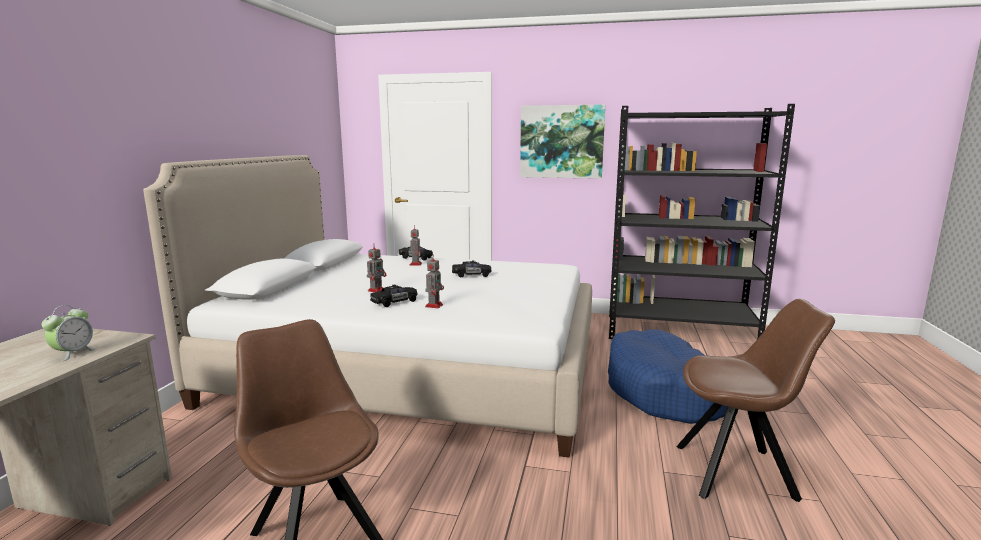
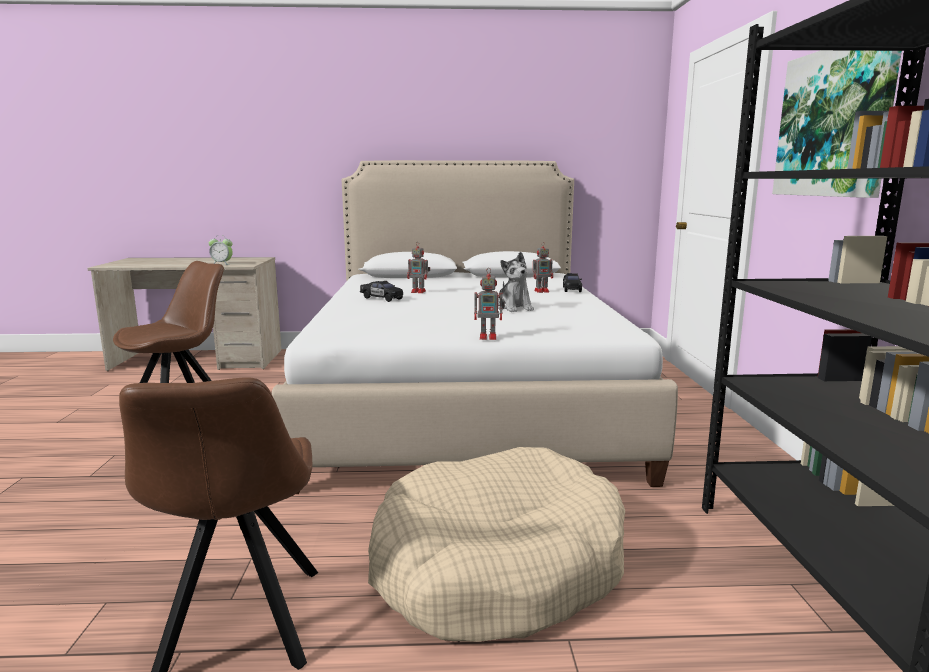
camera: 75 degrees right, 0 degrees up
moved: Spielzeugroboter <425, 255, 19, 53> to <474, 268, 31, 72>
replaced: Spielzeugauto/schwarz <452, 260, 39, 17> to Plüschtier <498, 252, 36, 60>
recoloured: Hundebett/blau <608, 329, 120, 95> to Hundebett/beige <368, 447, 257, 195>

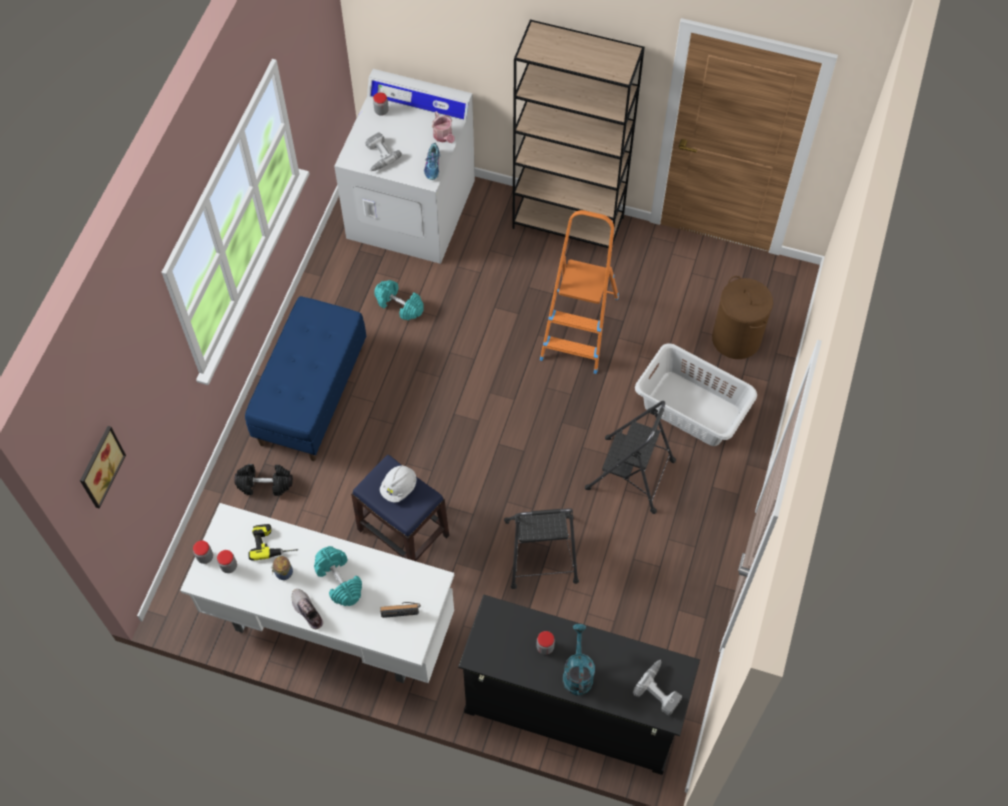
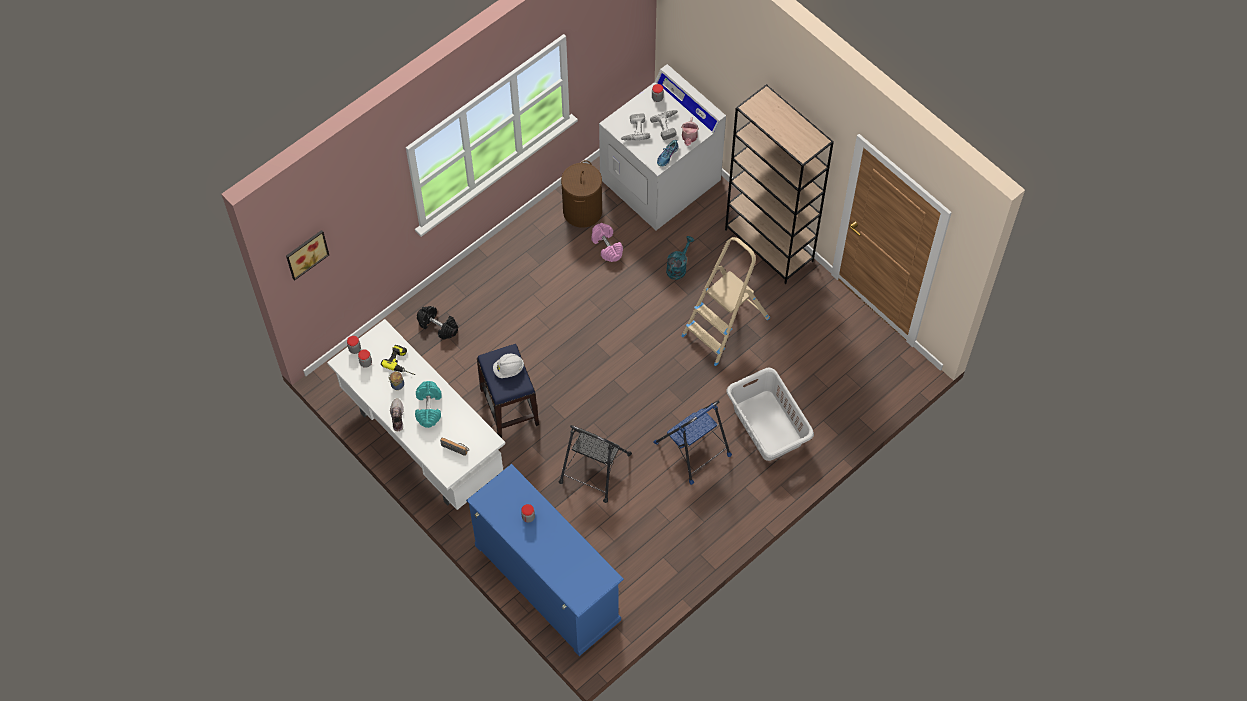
camera: 30 degrees right, 0 degrees up
removed: Bank/blau <245, 296, 121, 165>
moved: Gießkanne/türkis <563, 624, 32, 71> to <666, 236, 28, 44>; Bohrmaschine <633, 660, 49, 55> to <650, 110, 28, 30>; Wäschekorb/braun <712, 276, 61, 83> to <561, 160, 41, 68>
recoloured: Hantel/türkis <374, 280, 50, 40> to Hantel/rosa <591, 223, 32, 39>; Schrank/schwarz <458, 594, 242, 181> to Schrank/blau <466, 464, 158, 192>; Trittleiter/orange <540, 210, 79, 164> to Trittleiter/beige <682, 237, 88, 129>; Trittleiter/schwarz <585, 401, 91, 113> to Trittleiter/blau <653, 400, 79, 85>

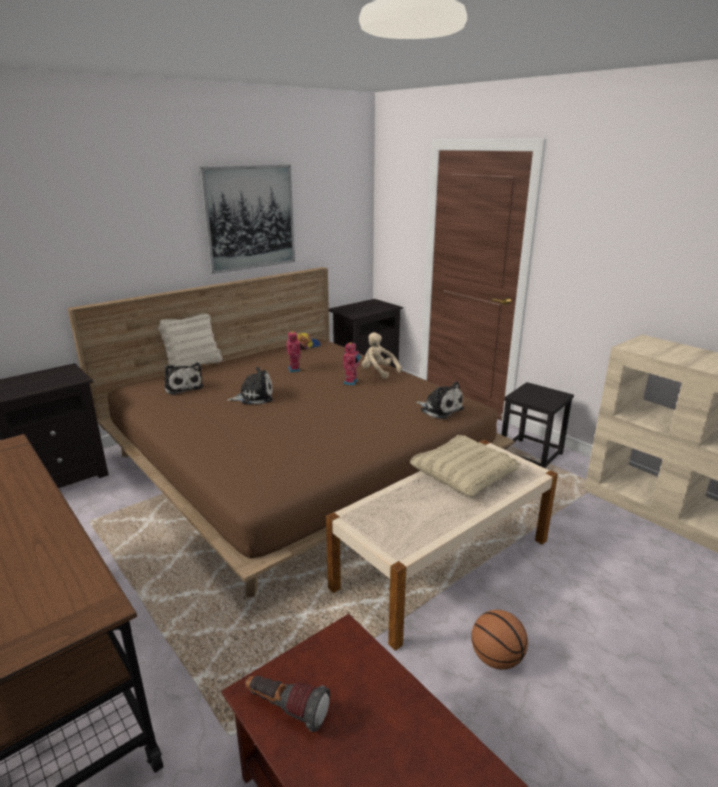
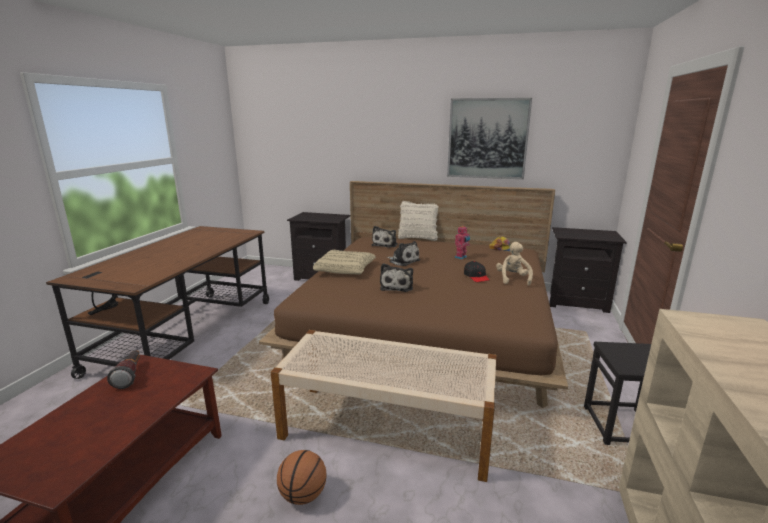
camera: 55 degrees right, 5 degrees down
moved: Kissen/beige <410, 435, 109, 62> to <313, 250, 63, 25>; Plüschtier <416, 381, 48, 38> to <380, 263, 33, 29>
replaced: Spielzeugroboter <343, 342, 18, 43> to Kappe/schwarz <464, 261, 26, 21>

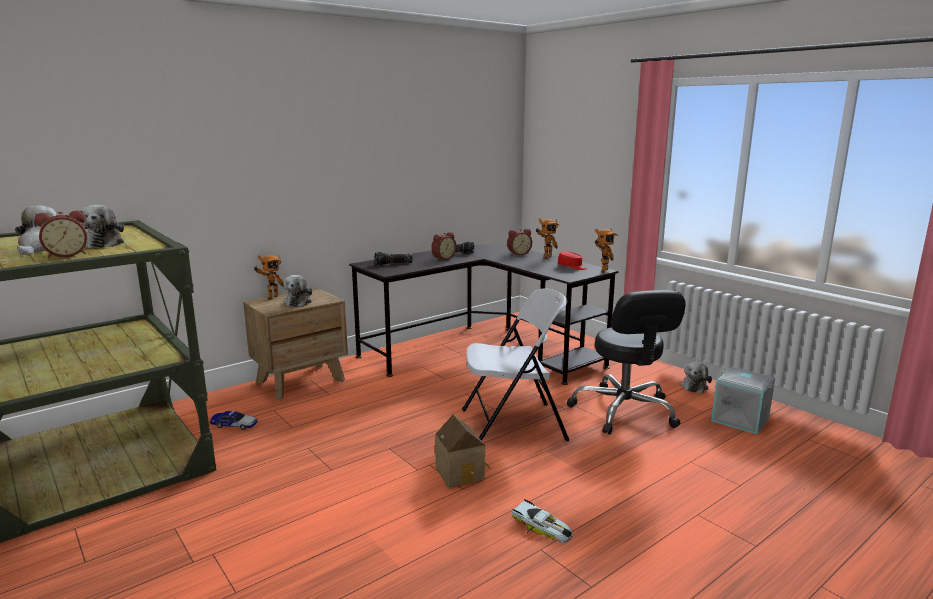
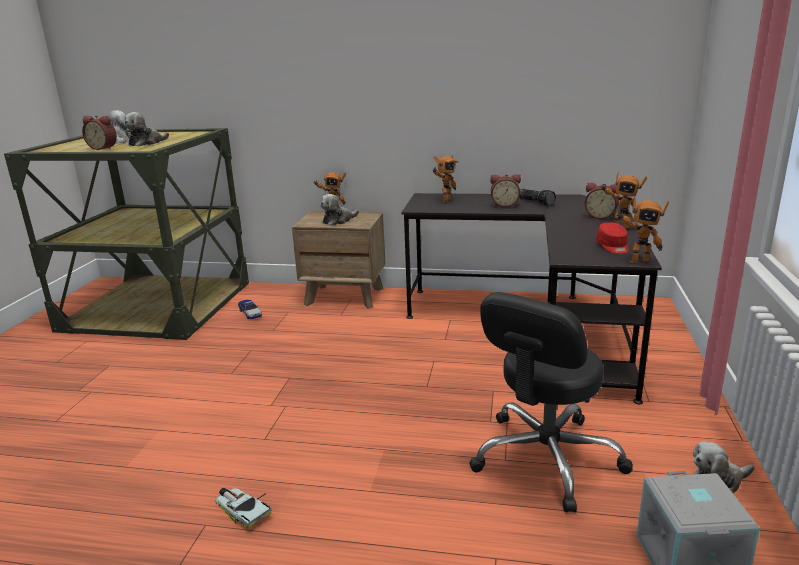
camera: 50 degrees right, 5 degrees up
removed: Spielzeughaus <435, 414, 56, 74>; Stuhl/weiß <462, 289, 107, 153>
replaced: Taschenlampe <374, 252, 39, 13> to Spielzeugroboter <433, 155, 25, 48>
turned: Spielzeugauto <512, 499, 61, 44> = <215, 488, 57, 41> 135 degrees clockwise

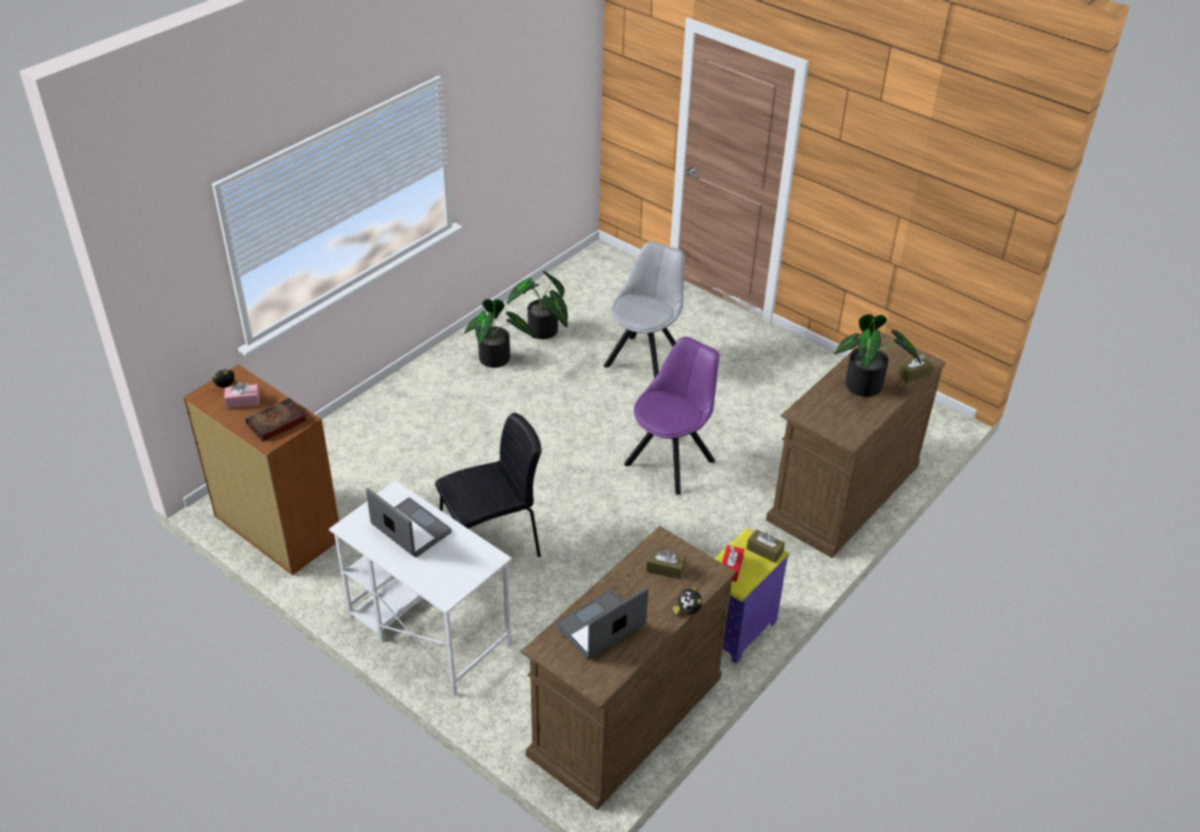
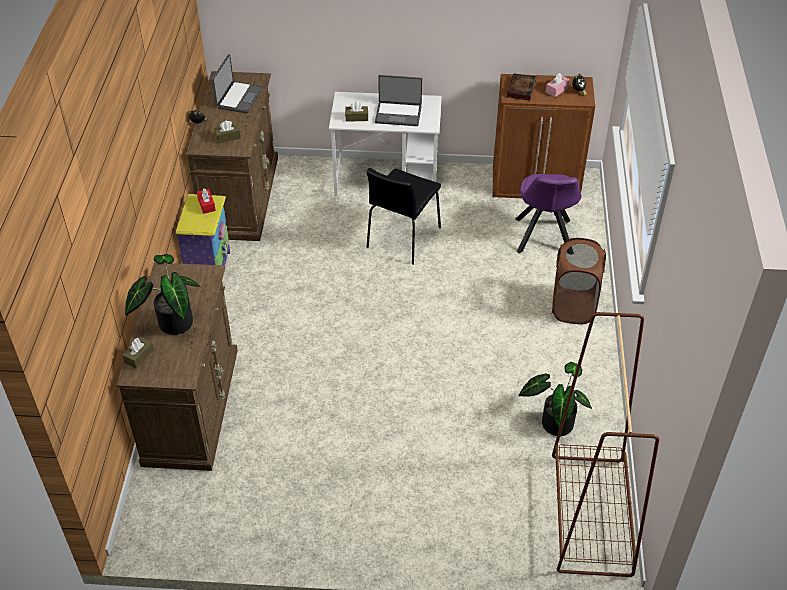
camera: 145 degrees right, 5 degrees up
removed: Topfpflanze <464, 299, 71, 69>; Stuhl/grau <604, 241, 80, 137>
added: Wäschekorb/braun <552, 238, 54, 86>; Kleiderständer/braun <552, 312, 107, 265>
moved: Stuhl/lila <624, 337, 96, 158> to <516, 174, 66, 80>; Taschentuchbox/braun <747, 529, 38, 34> to <345, 102, 23, 20>

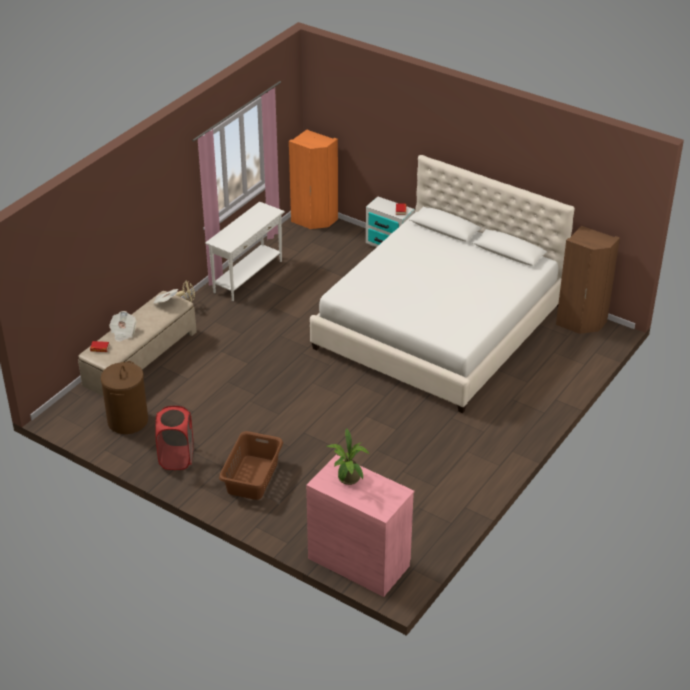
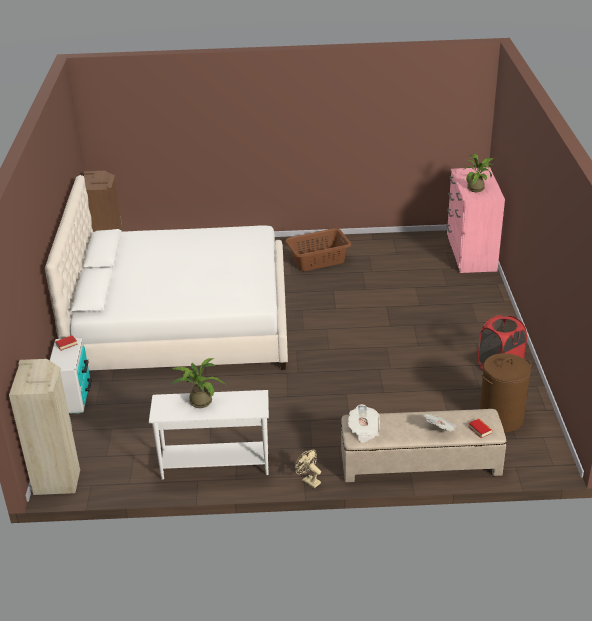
camera: 125 degrees left, 5 degrees down
added: Topfpflanze <170, 358, 56, 50>
moved: Wäschekorb/braun <219, 431, 64, 69> to <285, 228, 66, 43>
recoloured: Schrank/orange <289, 130, 49, 99> to Schrank/beige <9, 359, 71, 136>

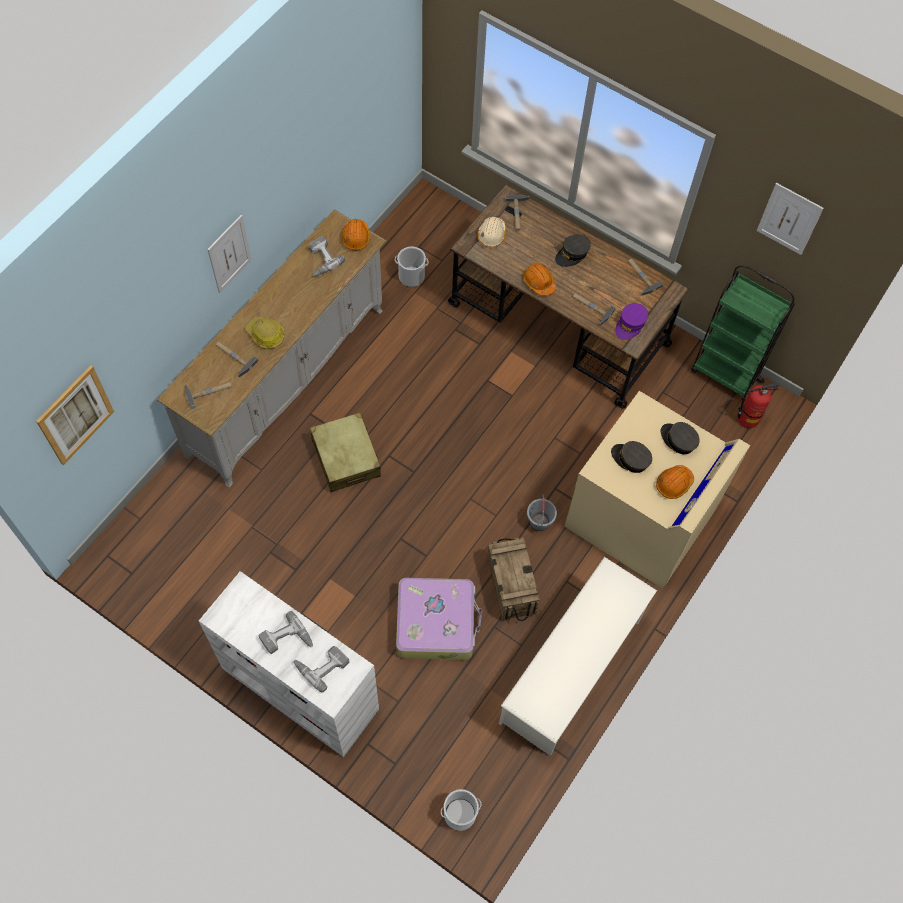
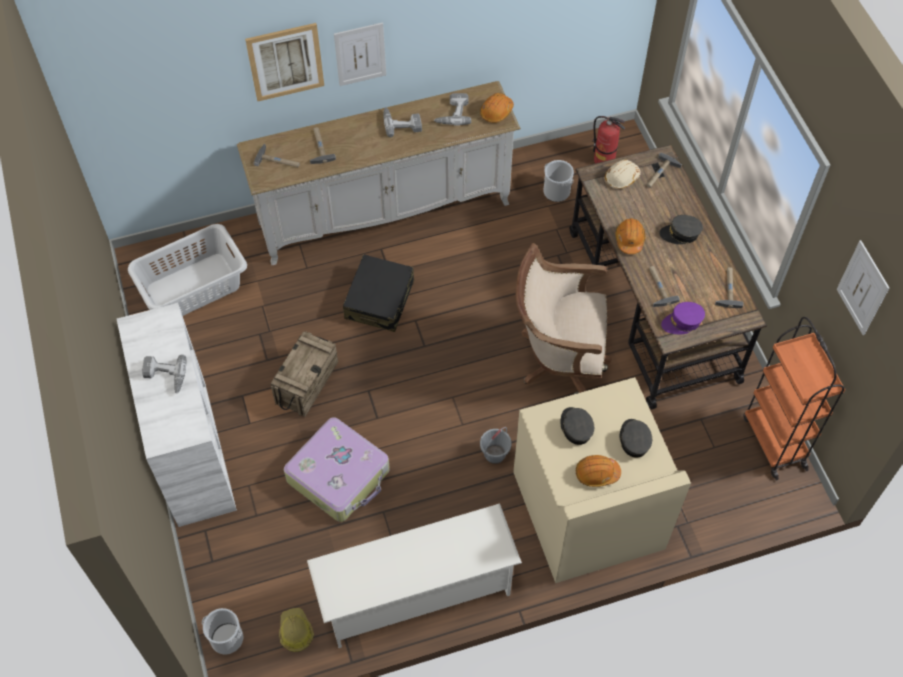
camera: 40 degrees right, 5 degrees down
added: Wäschekorb/grau <128, 224, 119, 92>; Bürostuhl <515, 243, 96, 151>
moved: Bild <36, 365, 78, 100> to <245, 23, 79, 78>; Schutzhelm <245, 317, 40, 32> to <279, 608, 35, 44>; Bohrmaschine <294, 646, 55, 47> to <384, 107, 38, 30>; Kiste <487, 537, 53, 84> to <271, 331, 67, 86>; Feuerlöscher <737, 383, 43, 45> to <593, 116, 32, 47>
recoloured: Koffer/beige <310, 412, 71, 80> to Koffer/schwarz <343, 254, 71, 78>; Rollwagen/grün <691, 265, 104, 136> to Rollwagen/orange <743, 317, 102, 163>

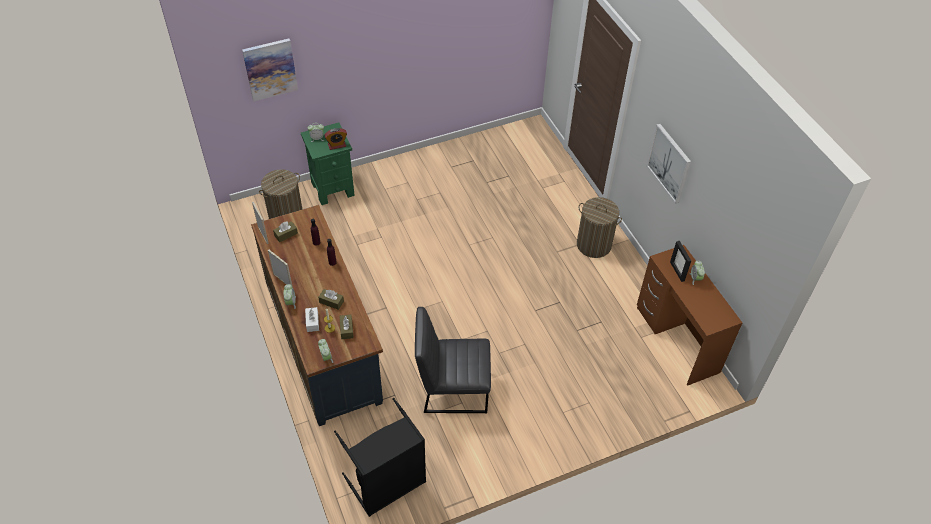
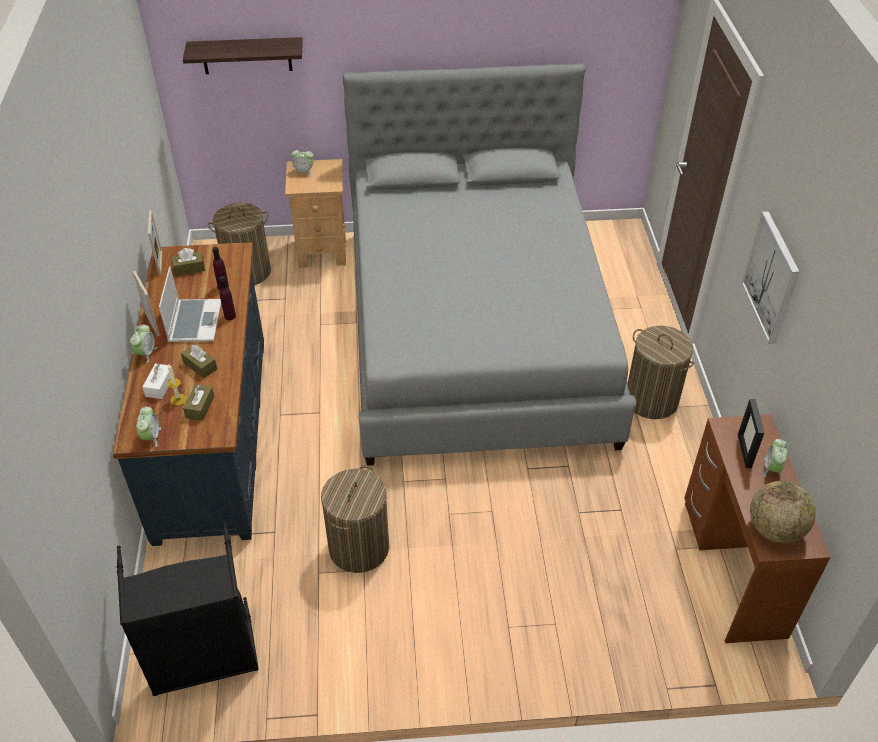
camera: 20 degrees right, 5 degrees down
removed: Wecker <324, 128, 23, 22>
added: Laptop <159, 266, 62, 76>; Bett/grau <343, 63, 293, 403>; Globus <750, 481, 66, 62>
replaced: Bild <242, 38, 56, 63> to Wandregal <183, 37, 120, 37>; Stuhl/grau <415, 307, 76, 106> to Wäschekorb <321, 466, 68, 107>
recoloured: Nachttisch/grün <301, 122, 54, 83> to Nachttisch/beige <285, 159, 61, 109>

